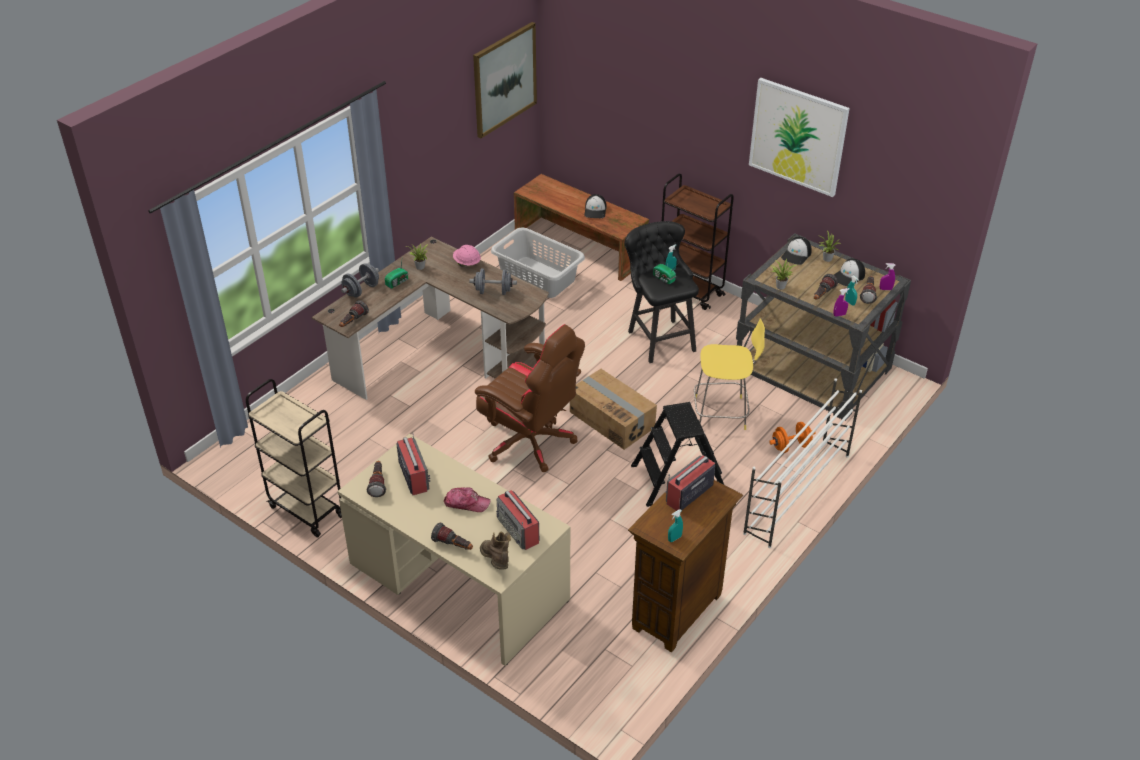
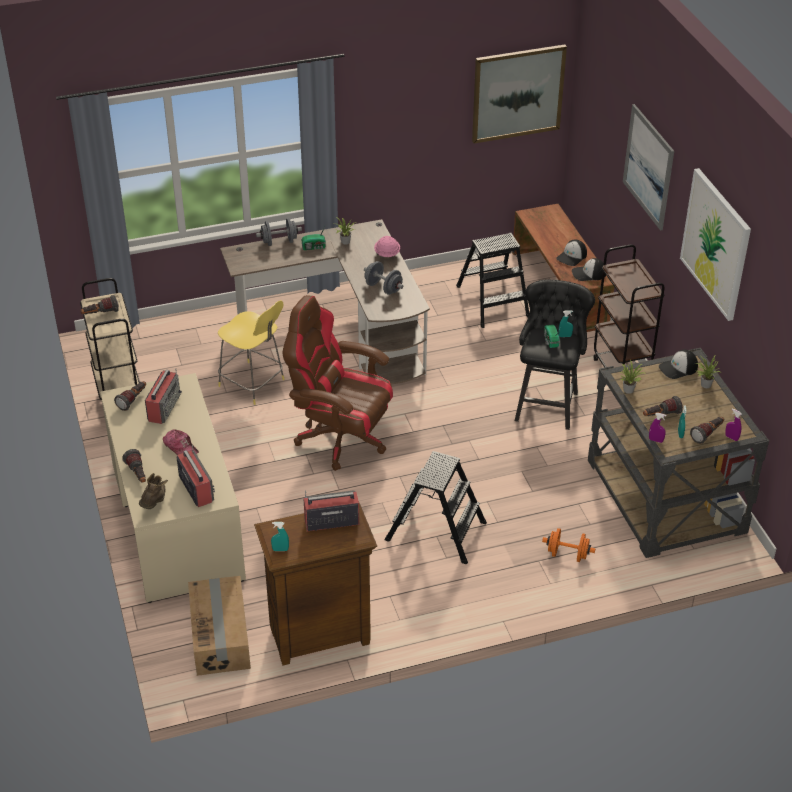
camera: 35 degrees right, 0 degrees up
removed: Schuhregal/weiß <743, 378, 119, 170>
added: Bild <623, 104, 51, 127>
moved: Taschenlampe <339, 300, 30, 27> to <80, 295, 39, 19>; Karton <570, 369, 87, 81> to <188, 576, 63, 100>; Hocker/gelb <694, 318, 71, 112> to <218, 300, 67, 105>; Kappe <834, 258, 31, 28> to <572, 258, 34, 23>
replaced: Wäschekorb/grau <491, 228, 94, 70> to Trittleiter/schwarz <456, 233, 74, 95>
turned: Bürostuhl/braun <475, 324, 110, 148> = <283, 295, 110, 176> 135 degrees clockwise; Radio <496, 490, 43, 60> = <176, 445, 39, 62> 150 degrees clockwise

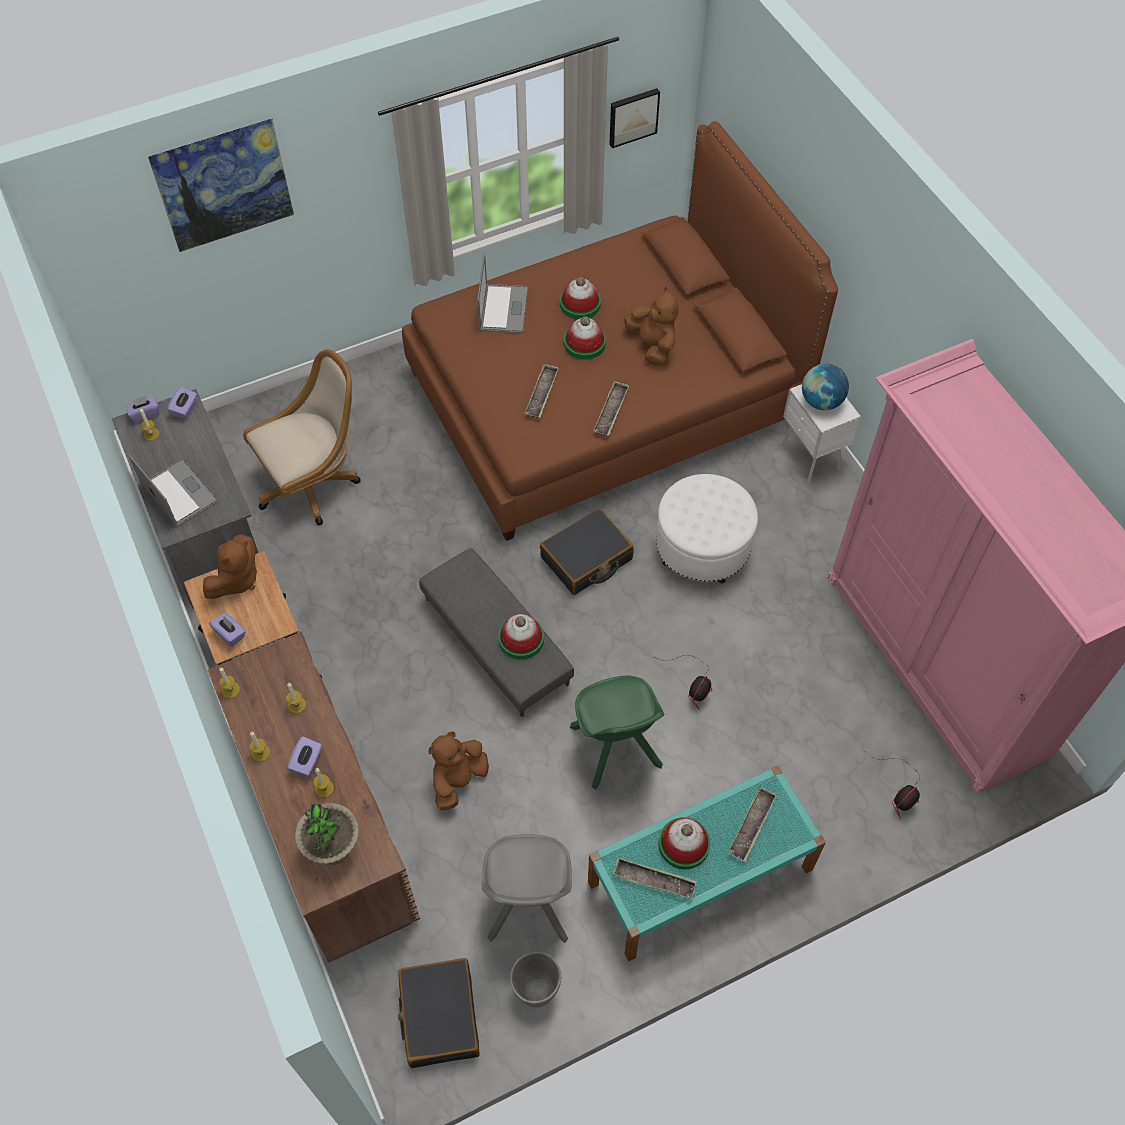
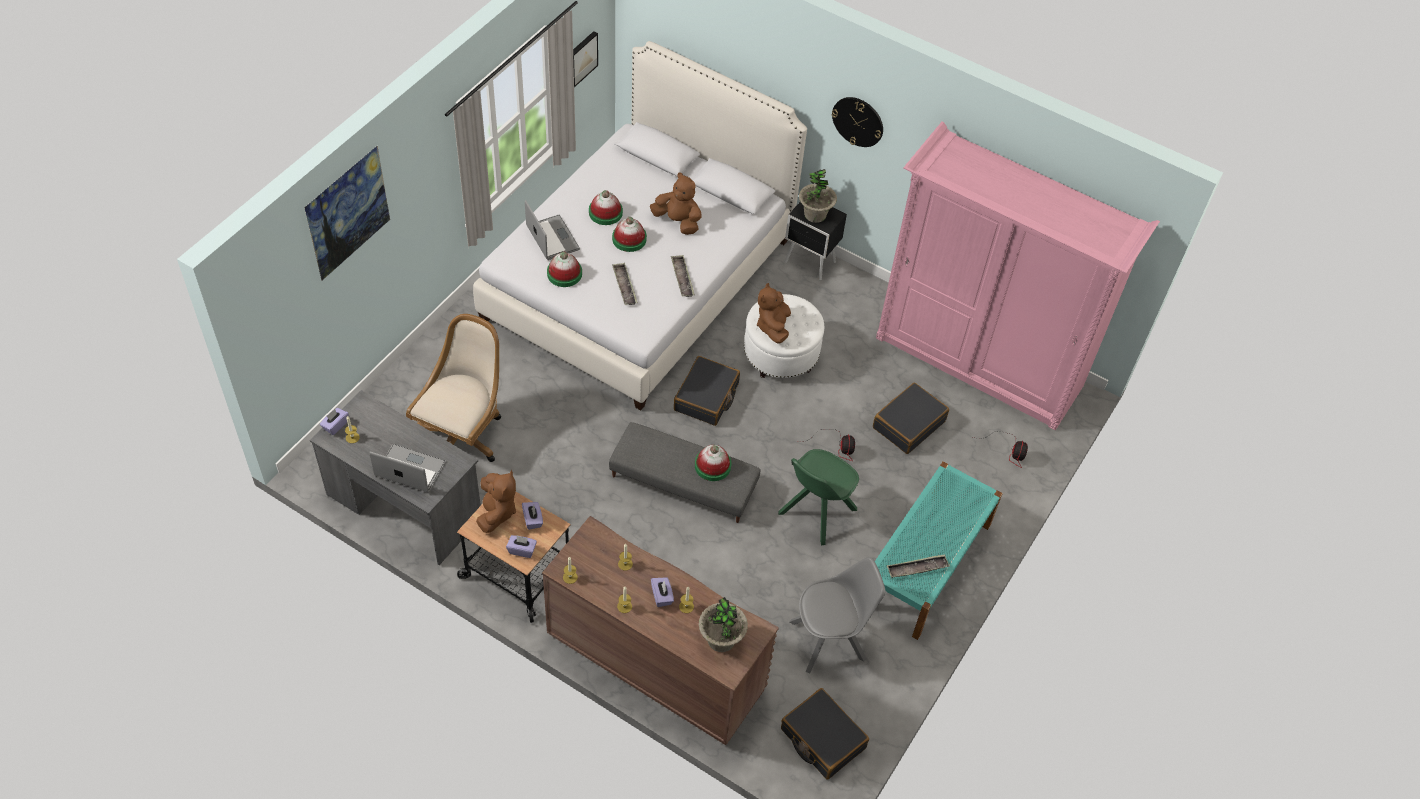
camera: 35 degrees left, 5 degrees down
removed: Pflanzkübel/grau <510, 952, 51, 55>; Tablett <728, 786, 49, 76>
added: Wanduhr <832, 97, 51, 50>; Koffer/schwarz <873, 382, 76, 72>
moved: Taschentuchbox/lila <167, 387, 30, 32> to <522, 502, 21, 28>; Plüschtier/braun <428, 731, 61, 79> to <757, 283, 34, 61>; Hut <658, 817, 52, 52> to <547, 251, 35, 36>
replaced: Globus <802, 364, 47, 46> to Topfpflanze <799, 169, 38, 54>
recoloured: Bett/braun <402, 121, 436, 420> to Bett/weiß <473, 41, 334, 369>; Nachttisch/weiß <781, 384, 80, 99> to Nachttisch/schwarz <784, 202, 63, 78>
turned: Stuhl/grau <482, 834, 90, 109> = <789, 557, 96, 116> 75 degrees counterclockwise; Stuhl/grün <570, 676, 94, 114> = <778, 449, 81, 96> 90 degrees clockwise

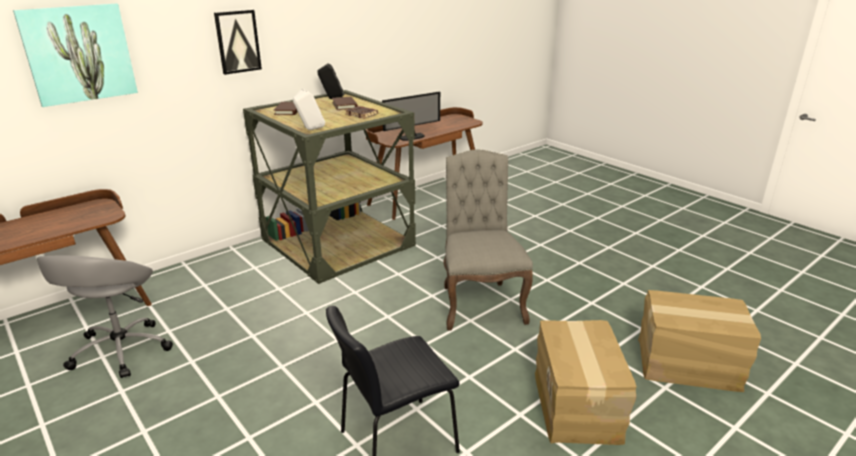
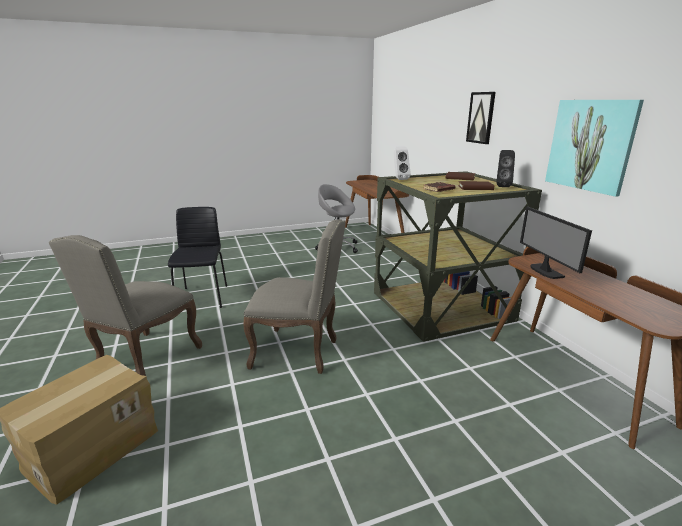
camera: 110 degrees right, 5 degrees down
moved: Bild <13, 4, 125, 103> to <545, 100, 99, 97>
replaced: Karton <535, 320, 102, 125> to Stuhl/grau <49, 235, 153, 141>

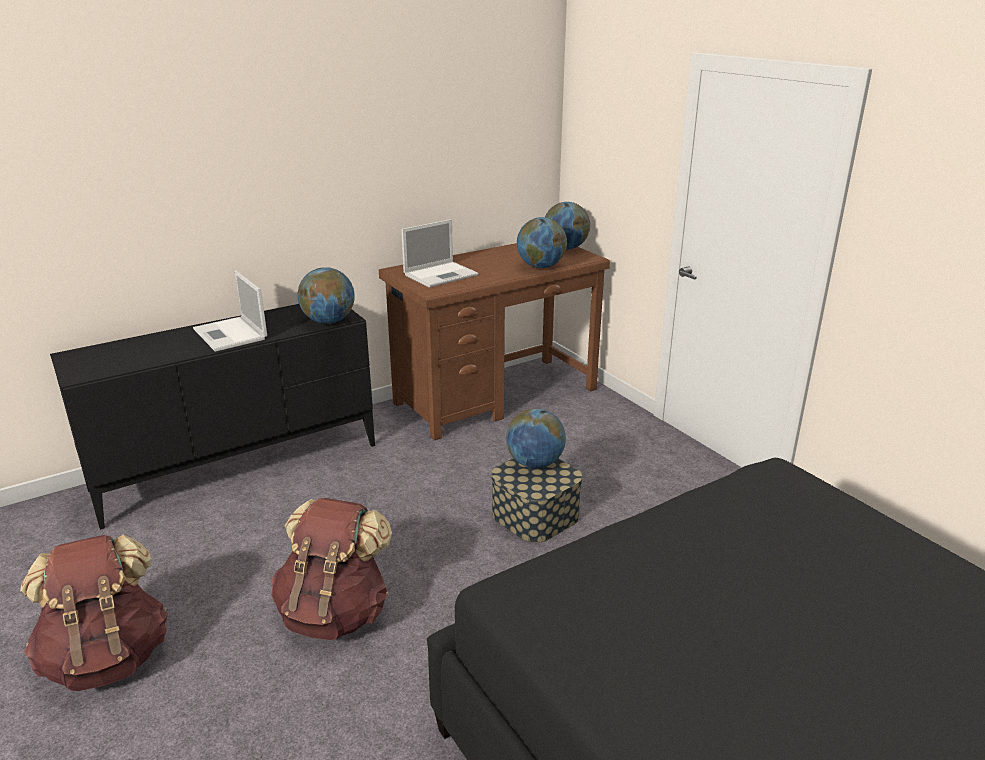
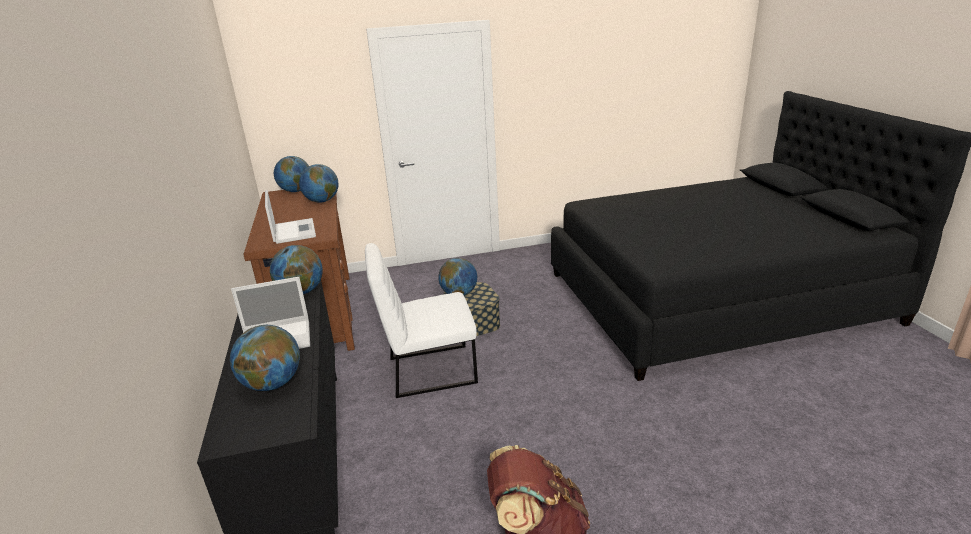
camera: 70 degrees left, 0 degrees up
removed: Rucksack/braun <271, 498, 121, 142>
added: Globus <230, 325, 70, 66>; Stuhl/weiß <365, 243, 113, 155>

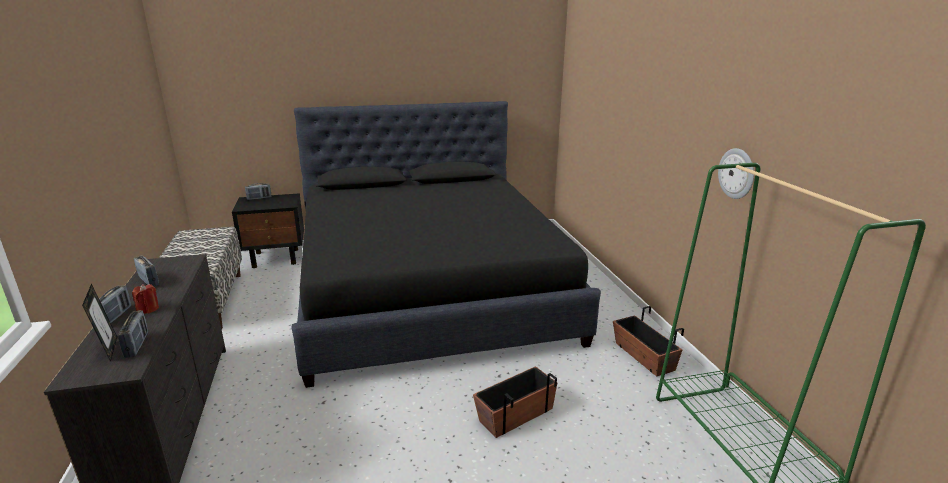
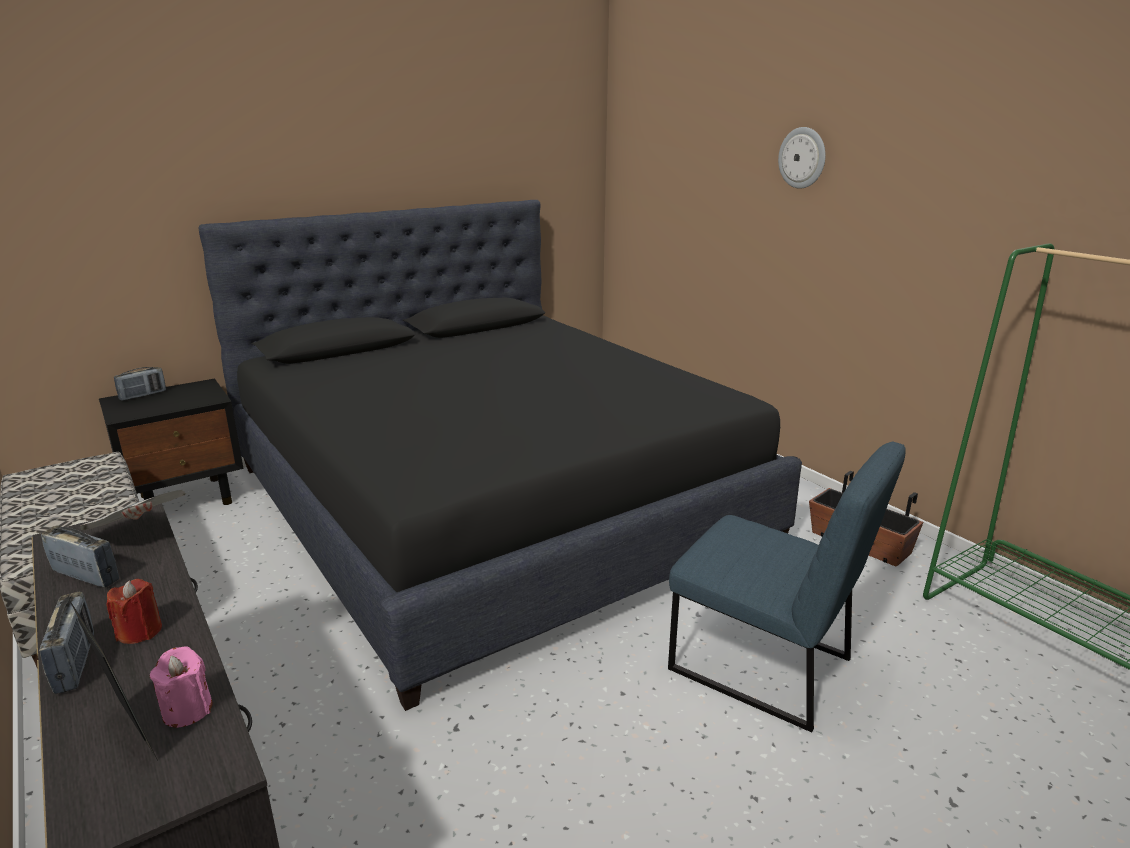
camera: 20 degrees left, 0 degrees up
added: Zeitung <80, 490, 106, 41>
moved: Wanduhr <718, 148, 36, 51> to <778, 127, 48, 62>
replaced: Radio <118, 310, 30, 48> to Kerze/rosa <150, 646, 62, 82>; Pflanzkübel <473, 366, 84, 72> to Stuhl/blau <668, 441, 238, 291>

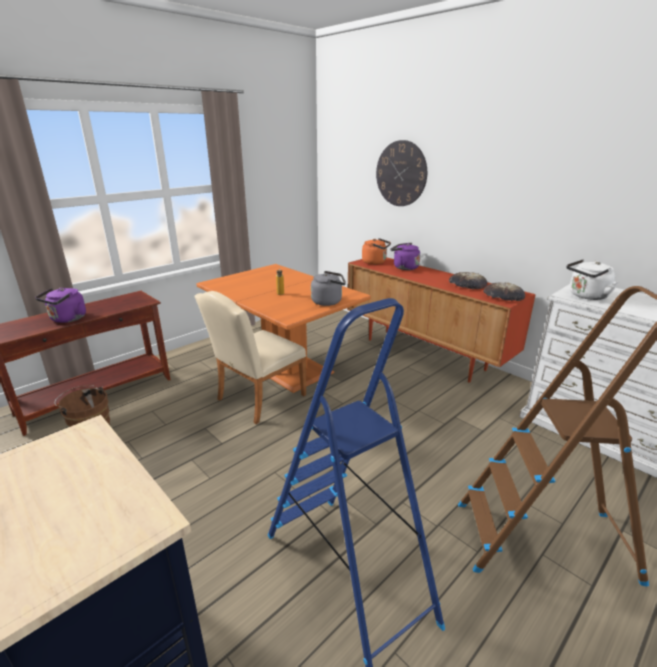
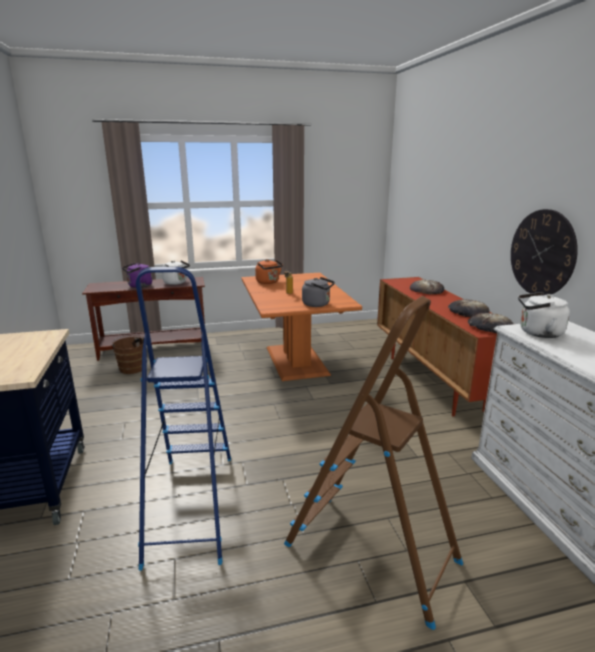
camera: 30 degrees right, 5 degrees down
removed: Stuhl/beige <194, 291, 112, 133>
added: Wasserkessel/weiß <162, 260, 28, 25>
moved: Wasserkessel/orange <362, 238, 29, 27> to <255, 259, 28, 25>; Wanduhr <376, 140, 51, 66> to <511, 209, 67, 86>
replaced: Wasserkessel/lila <390, 243, 30, 27> to Brot <410, 280, 34, 14>

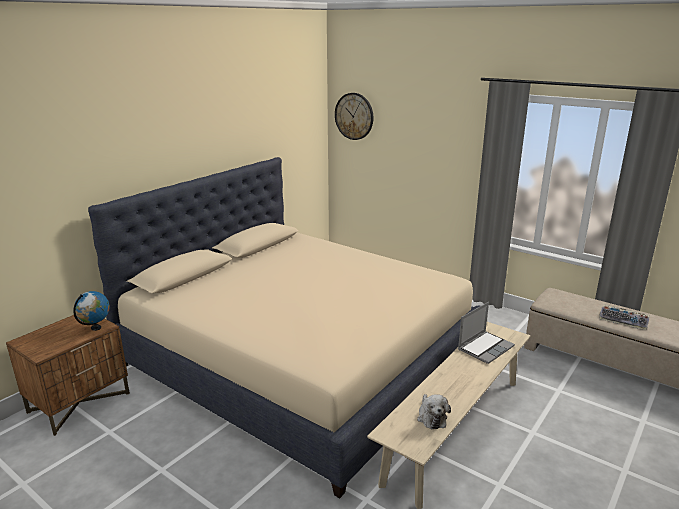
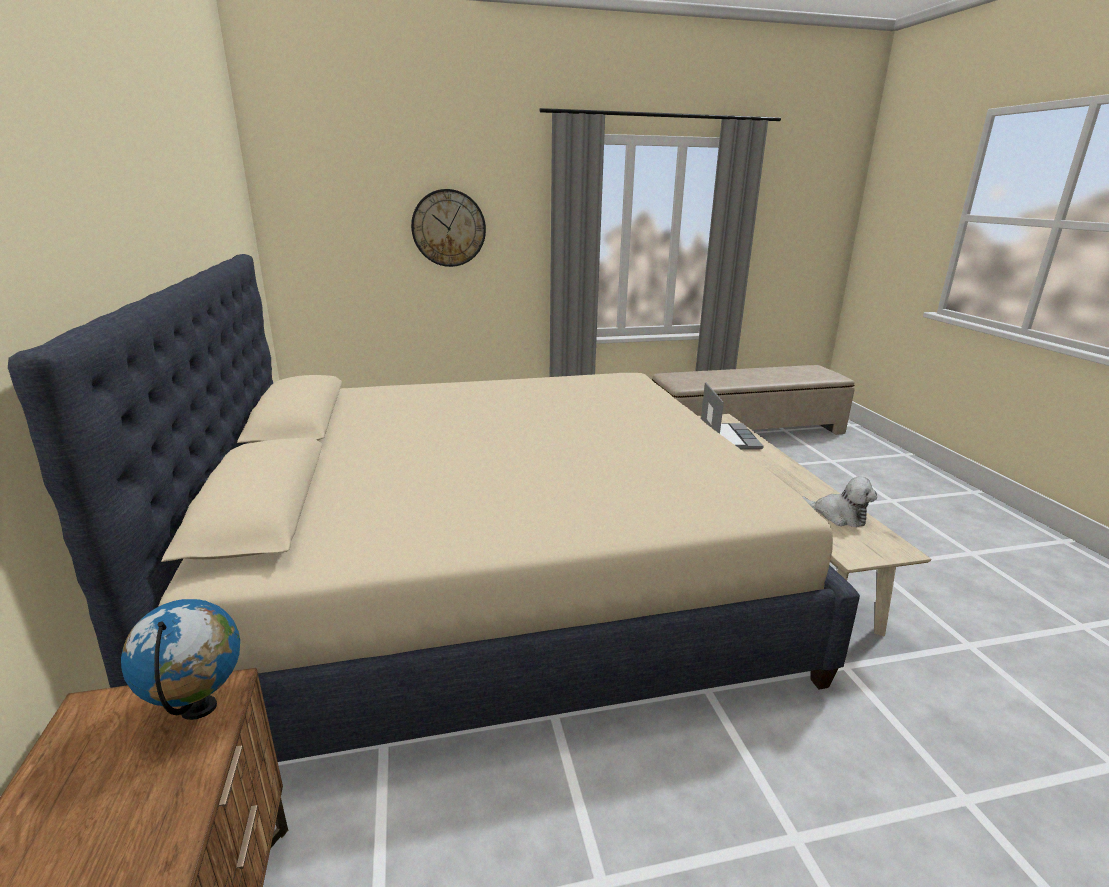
camera: 50 degrees left, 0 degrees up
removed: Tastatur <599, 305, 51, 25>
moved: Wanduhr <335, 93, 38, 47> to <411, 189, 75, 78>

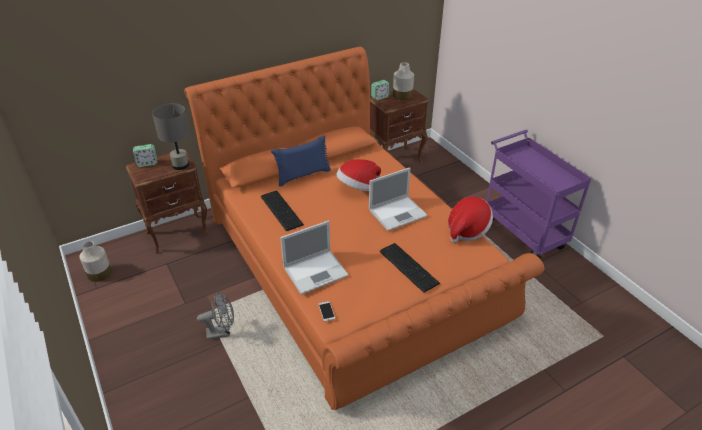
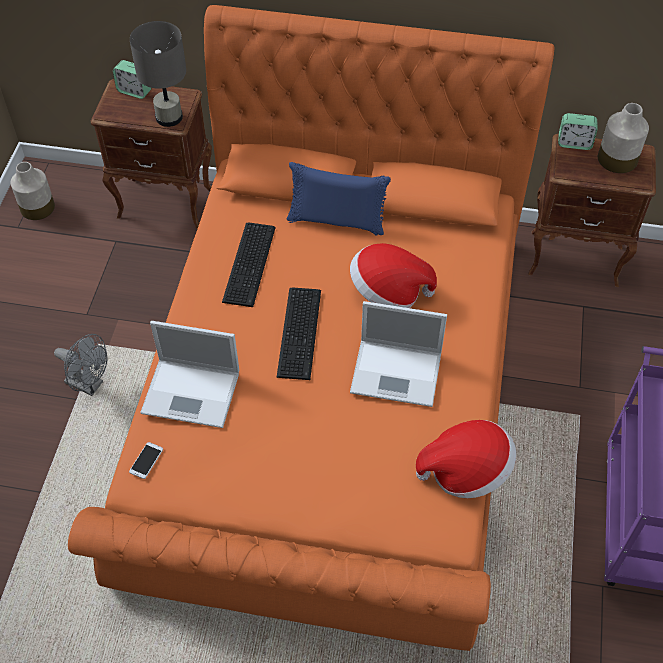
camera: 40 degrees right, 15 degrees up
moved: Tastatur <379, 243, 61, 50> to <277, 287, 44, 93>

